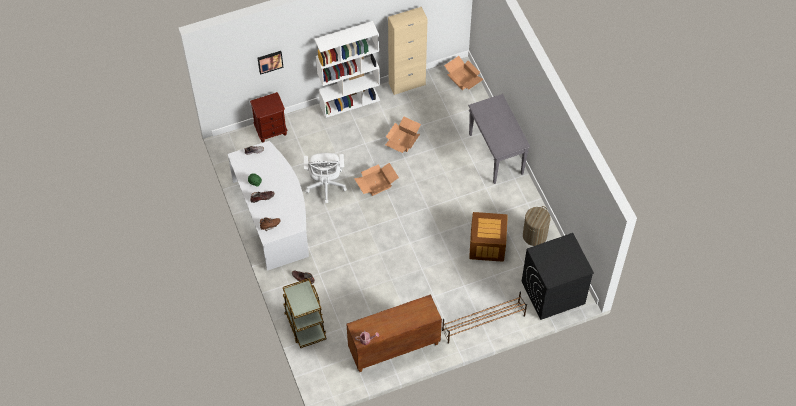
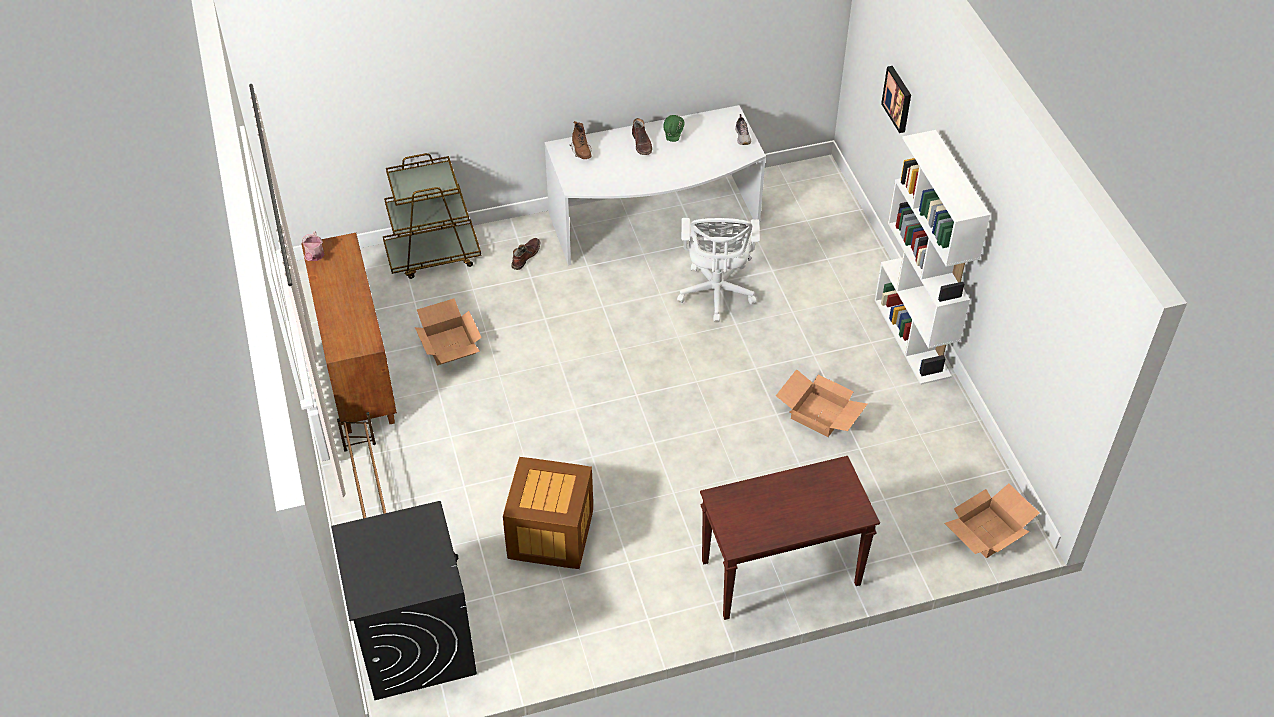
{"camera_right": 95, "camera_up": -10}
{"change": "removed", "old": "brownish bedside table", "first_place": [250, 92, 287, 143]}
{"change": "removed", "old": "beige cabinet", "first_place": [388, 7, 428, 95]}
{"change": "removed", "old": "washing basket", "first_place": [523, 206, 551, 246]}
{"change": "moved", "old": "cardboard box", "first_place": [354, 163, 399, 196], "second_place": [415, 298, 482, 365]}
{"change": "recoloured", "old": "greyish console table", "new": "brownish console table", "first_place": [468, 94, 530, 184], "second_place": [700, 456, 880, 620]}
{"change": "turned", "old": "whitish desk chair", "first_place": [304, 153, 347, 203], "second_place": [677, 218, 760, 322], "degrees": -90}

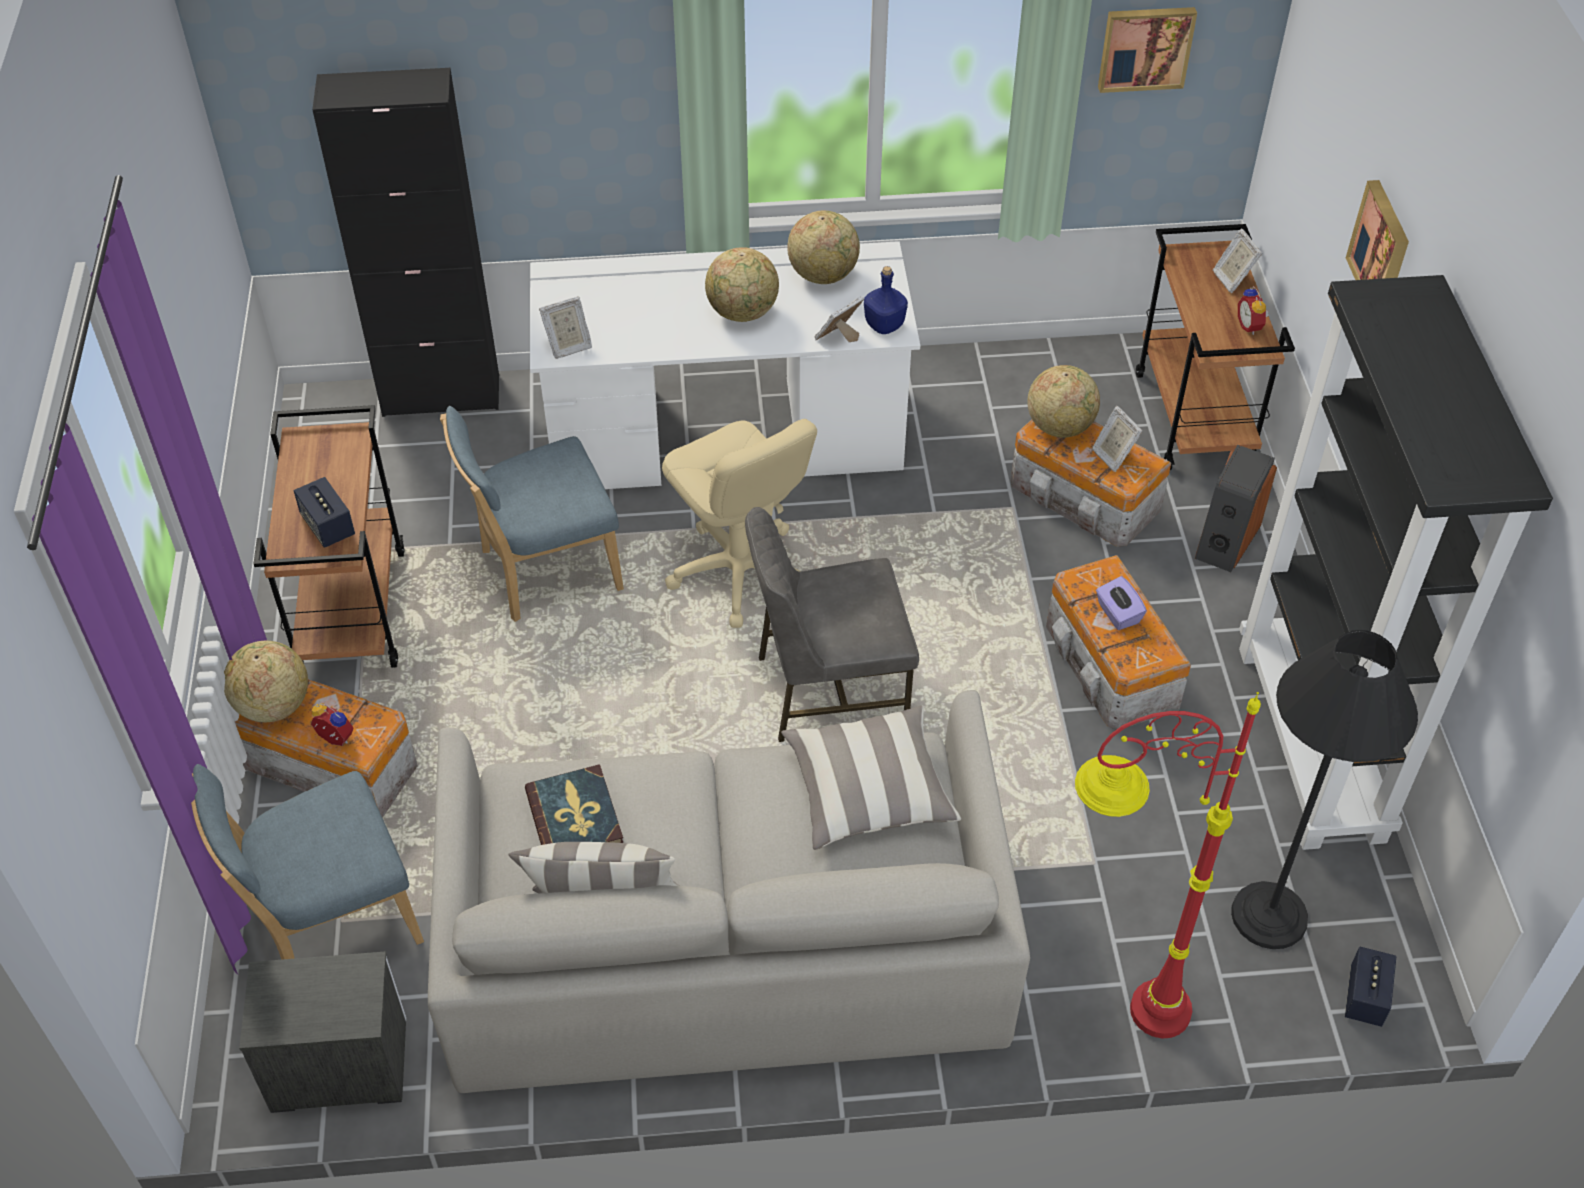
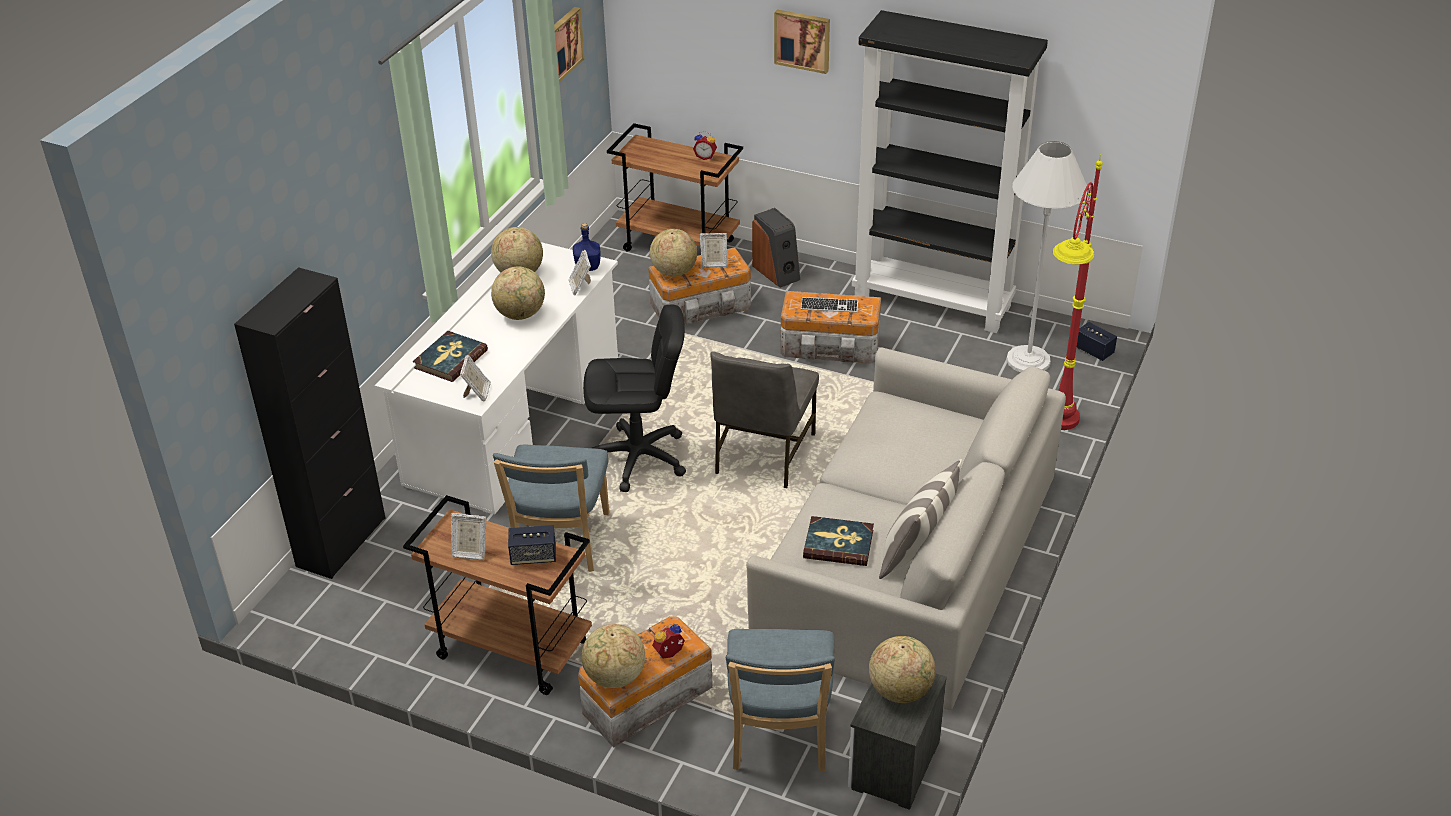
{"camera_right": -60, "camera_up": -10}
{"change": "removed", "old": "pillow", "first_place": [781, 706, 961, 850]}
{"change": "added", "new": "bound book", "second_place": [413, 331, 488, 382]}
{"change": "added", "new": "desk globe", "second_place": [869, 636, 936, 703]}
{"change": "moved", "old": "picture frame", "first_place": [1213, 229, 1262, 293], "second_place": [451, 513, 487, 560]}
{"change": "replaced", "old": "purple tissue holder", "new": "computer keyboard", "first_place": [1096, 576, 1147, 630], "second_place": [801, 297, 858, 312]}
{"change": "recoloured", "old": "beige desk chair", "new": "black-coloured desk chair", "first_place": [662, 419, 817, 628], "second_place": [583, 304, 686, 492]}
{"change": "recoloured", "old": "black-coloured floor lamp", "new": "whitish floor lamp", "first_place": [1231, 630, 1418, 949], "second_place": [1006, 141, 1088, 372]}

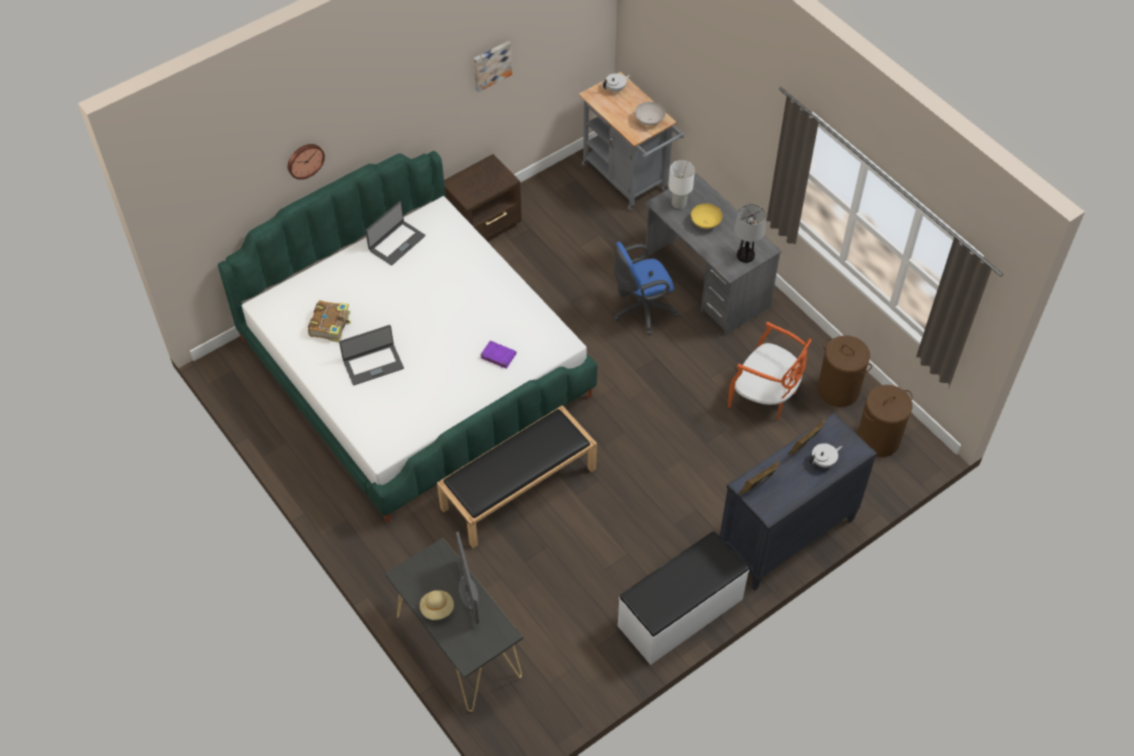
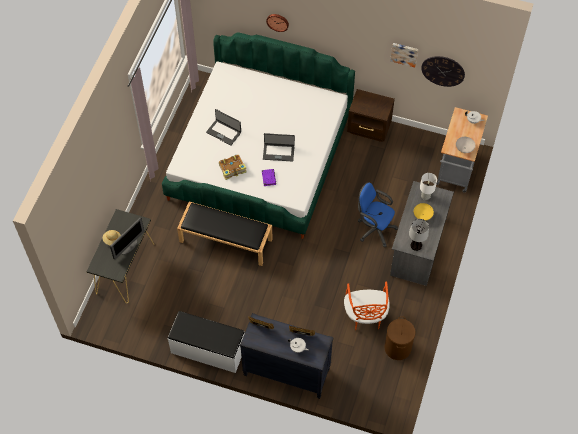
{"camera_right": 55, "camera_up": 5}
{"change": "removed", "old": "brownish washing basket", "first_place": [857, 385, 913, 457]}
{"change": "added", "new": "hanging clock", "second_place": [421, 56, 465, 87]}
{"change": "moved", "old": "bound book", "first_place": [308, 300, 351, 342], "second_place": [219, 155, 247, 180]}
{"change": "moved", "old": "laptop", "first_place": [365, 201, 425, 266], "second_place": [263, 133, 295, 161]}

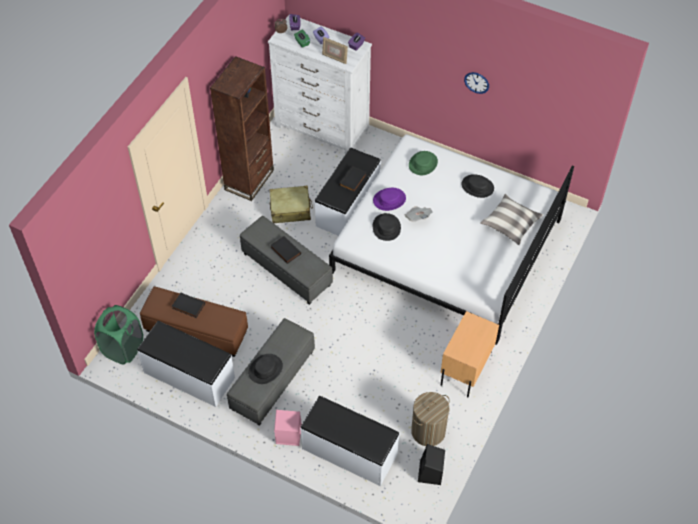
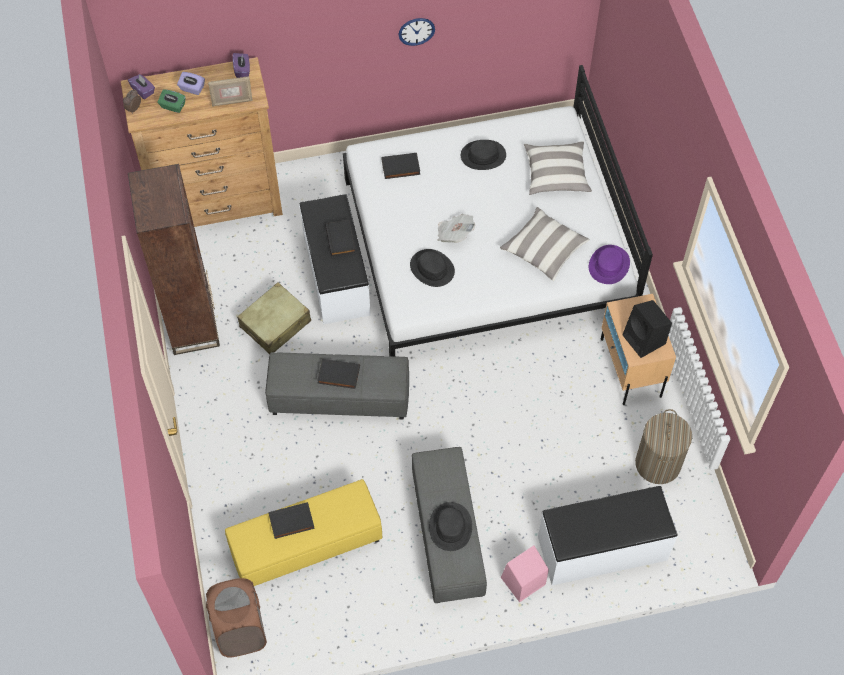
{"camera_right": -40, "camera_up": 5}
{"change": "removed", "old": "whitish bench", "first_place": [137, 321, 235, 407]}
{"change": "added", "new": "pillow", "second_place": [500, 207, 590, 281]}
{"change": "moved", "old": "purple hat", "first_place": [373, 188, 406, 211], "second_place": [589, 245, 630, 284]}
{"change": "moved", "old": "black-coloured speaker", "first_place": [418, 444, 445, 485], "second_place": [622, 300, 672, 358]}
{"change": "replaced", "old": "greenish hat", "new": "black-coloured bound book", "first_place": [409, 151, 438, 175], "second_place": [381, 153, 420, 179]}
{"change": "recoloured", "old": "greenish washing basket", "new": "brownish washing basket", "first_place": [94, 305, 143, 365], "second_place": [206, 578, 267, 658]}
{"change": "recoloured", "old": "brownish ottoman", "new": "yellow-coloured ottoman", "first_place": [140, 286, 248, 357], "second_place": [225, 479, 382, 586]}
{"change": "recoloured", "old": "whitish chest of drawers", "new": "brownish chest of drawers", "first_place": [268, 14, 372, 154], "second_place": [121, 57, 283, 227]}

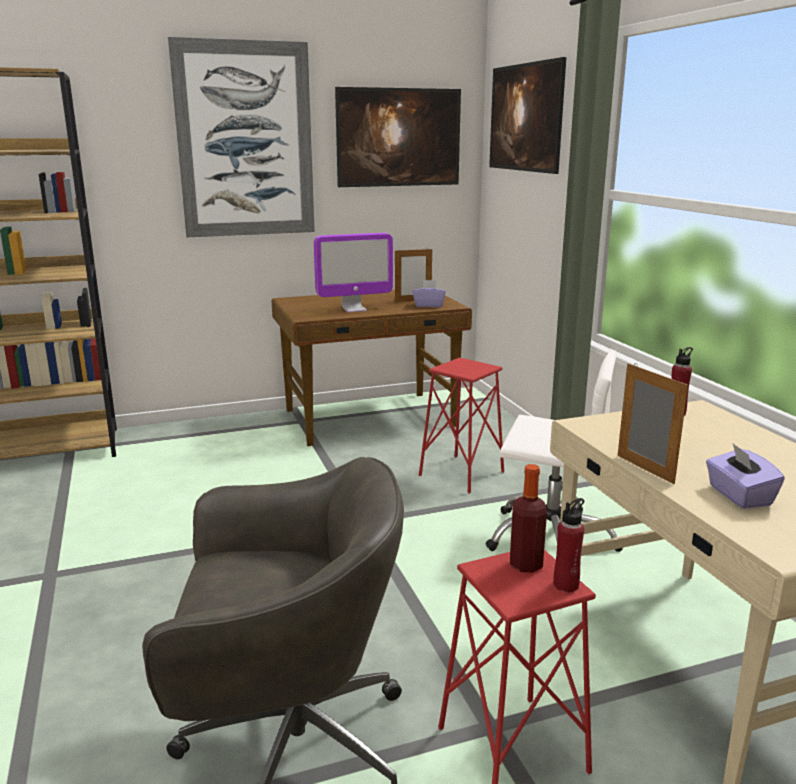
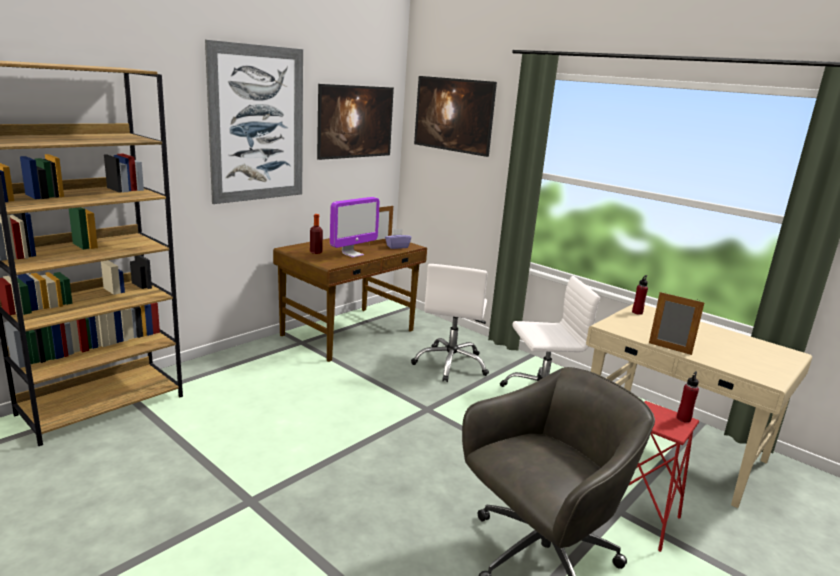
{"camera_right": -30, "camera_up": 0}
{"change": "removed", "old": "purple tissue holder", "first_place": [706, 443, 785, 509]}
{"change": "moved", "old": "drink bottle", "first_place": [510, 464, 547, 573], "second_place": [310, 214, 323, 254]}
{"change": "replaced", "old": "reddish stool seat", "new": "whitish desk chair", "first_place": [419, 358, 504, 494], "second_place": [411, 264, 489, 382]}

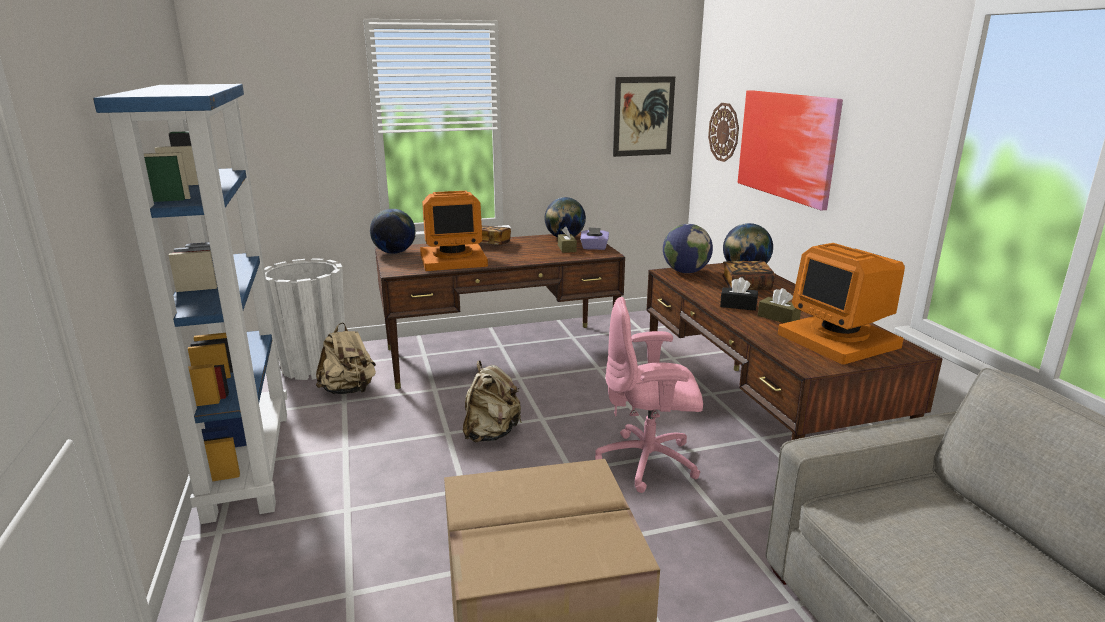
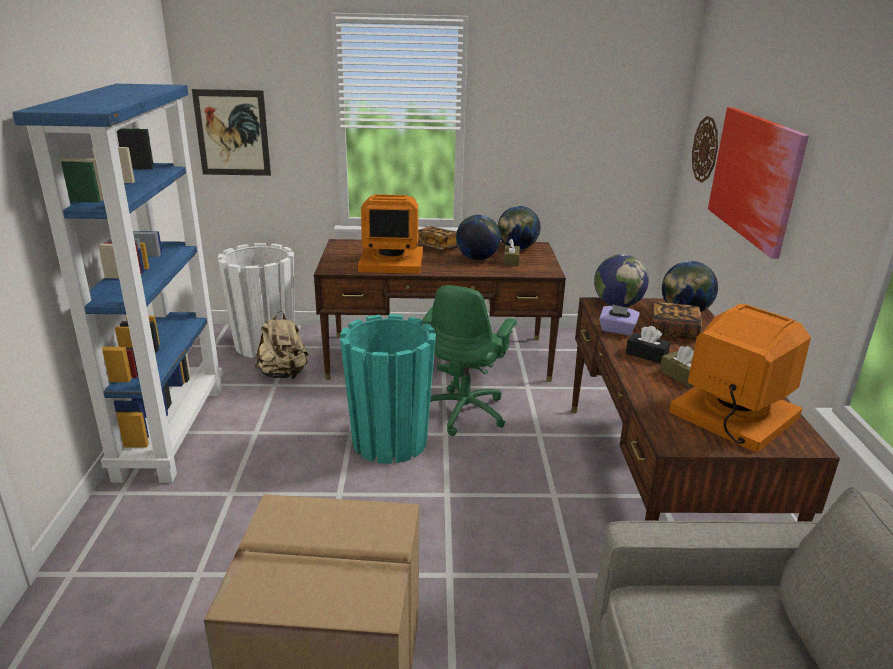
{"camera_right": 15, "camera_up": 5}
{"change": "removed", "old": "pink desk chair", "first_place": [595, 297, 703, 493]}
{"change": "added", "new": "greenish desk chair", "second_place": [422, 285, 517, 436]}
{"change": "moved", "old": "desk globe", "first_place": [370, 209, 415, 254], "second_place": [456, 215, 501, 260]}
{"change": "moved", "old": "purple tissue holder", "first_place": [580, 227, 609, 250], "second_place": [599, 304, 640, 336]}
{"change": "moved", "old": "wall art", "first_place": [613, 76, 675, 157], "second_place": [192, 89, 271, 176]}
{"change": "replaced", "old": "beige rucksack", "new": "turquoise plant pot", "first_place": [463, 360, 522, 442], "second_place": [340, 314, 436, 464]}
{"change": "turned", "old": "computer display", "first_place": [778, 243, 905, 364], "second_place": [669, 303, 811, 452], "degrees": 150}

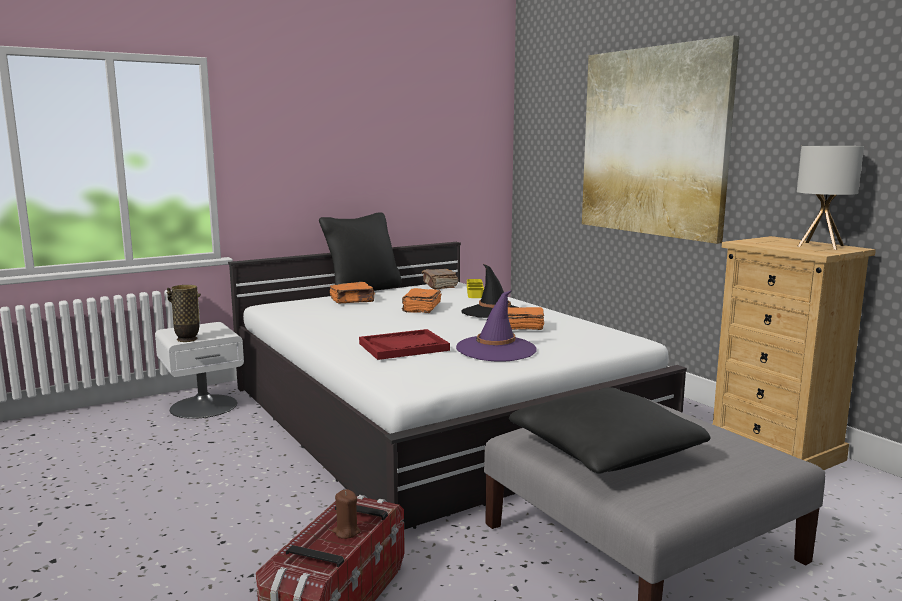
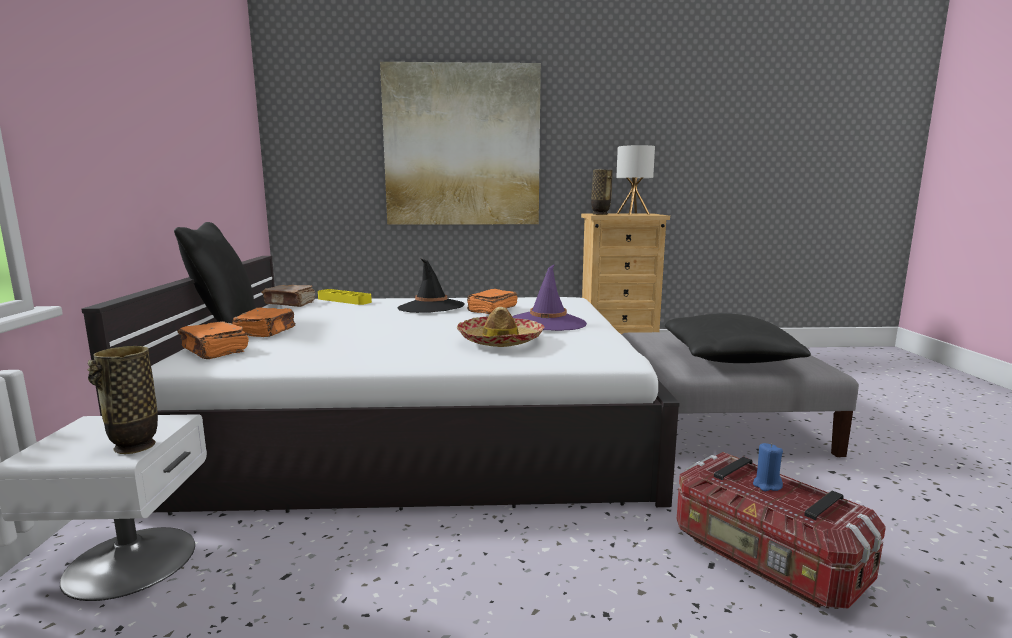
{"camera_right": -60, "camera_up": 0}
{"change": "added", "new": "decorative vase", "second_place": [591, 170, 613, 215]}
{"change": "moved", "old": "orangey bound book", "first_place": [402, 288, 441, 313], "second_place": [177, 321, 249, 359]}
{"change": "replaced", "old": "reddish tray", "new": "hat", "first_place": [359, 329, 450, 360], "second_place": [457, 307, 544, 347]}
{"change": "recoloured", "old": "brownish candle", "new": "blue-coloured candle", "first_place": [332, 489, 361, 539], "second_place": [753, 443, 783, 491]}

